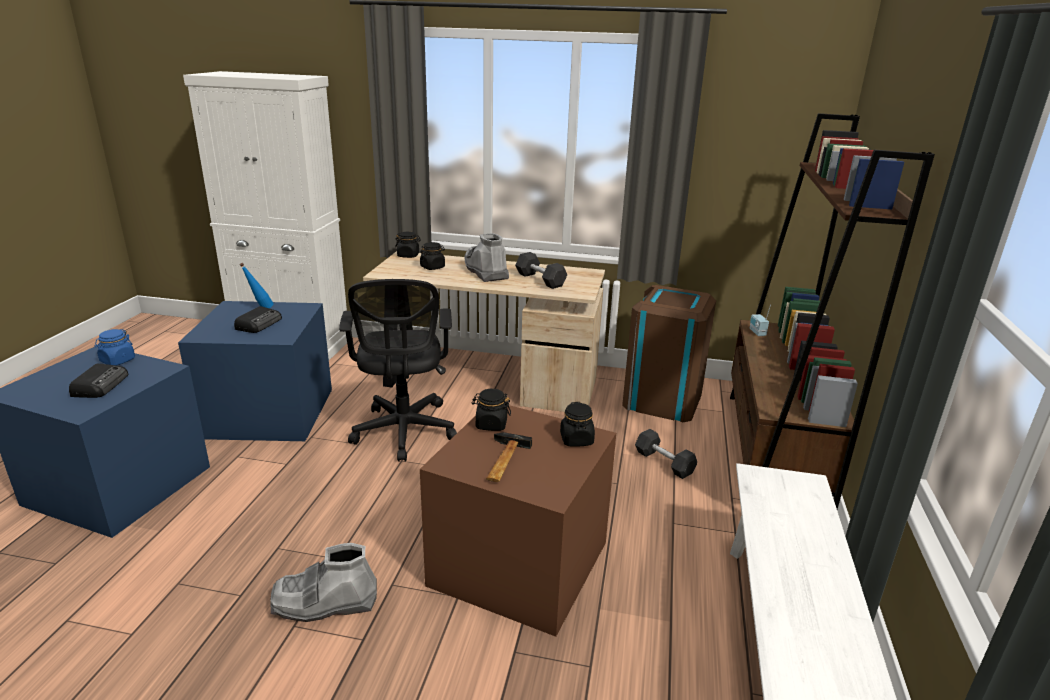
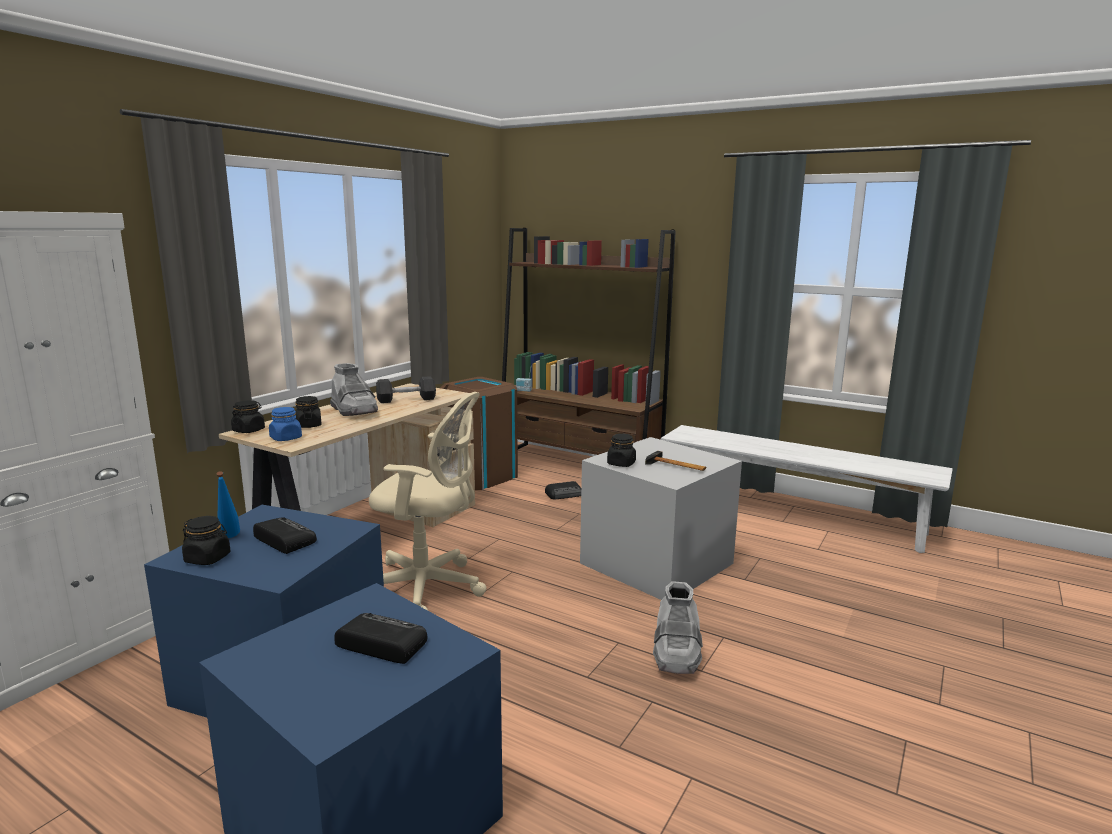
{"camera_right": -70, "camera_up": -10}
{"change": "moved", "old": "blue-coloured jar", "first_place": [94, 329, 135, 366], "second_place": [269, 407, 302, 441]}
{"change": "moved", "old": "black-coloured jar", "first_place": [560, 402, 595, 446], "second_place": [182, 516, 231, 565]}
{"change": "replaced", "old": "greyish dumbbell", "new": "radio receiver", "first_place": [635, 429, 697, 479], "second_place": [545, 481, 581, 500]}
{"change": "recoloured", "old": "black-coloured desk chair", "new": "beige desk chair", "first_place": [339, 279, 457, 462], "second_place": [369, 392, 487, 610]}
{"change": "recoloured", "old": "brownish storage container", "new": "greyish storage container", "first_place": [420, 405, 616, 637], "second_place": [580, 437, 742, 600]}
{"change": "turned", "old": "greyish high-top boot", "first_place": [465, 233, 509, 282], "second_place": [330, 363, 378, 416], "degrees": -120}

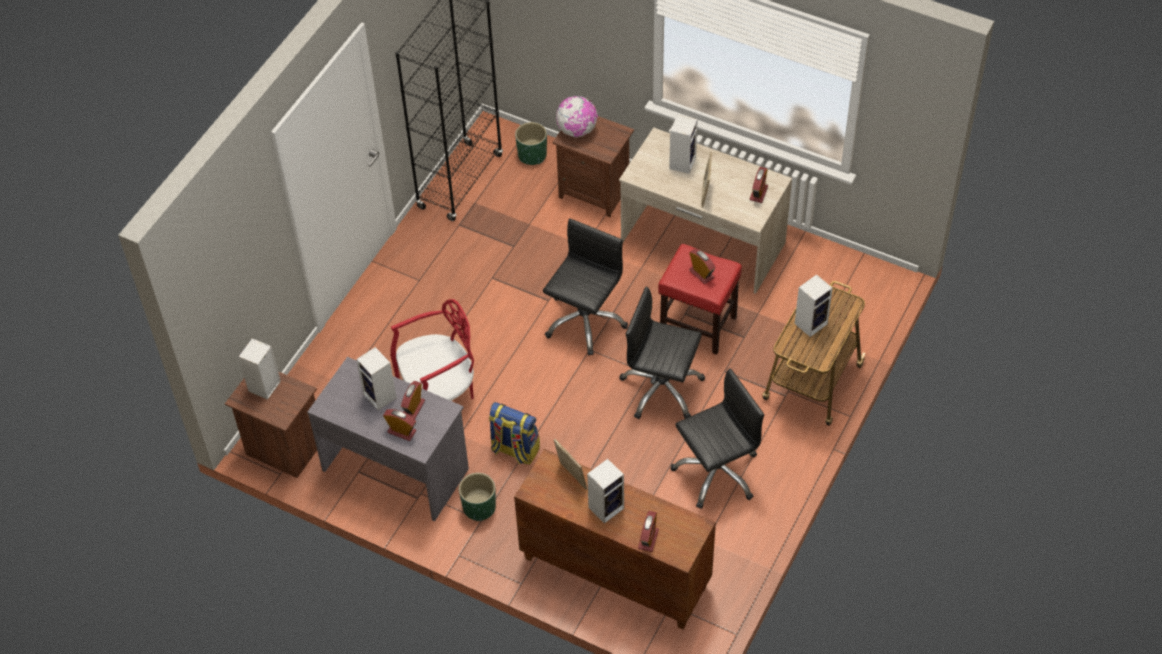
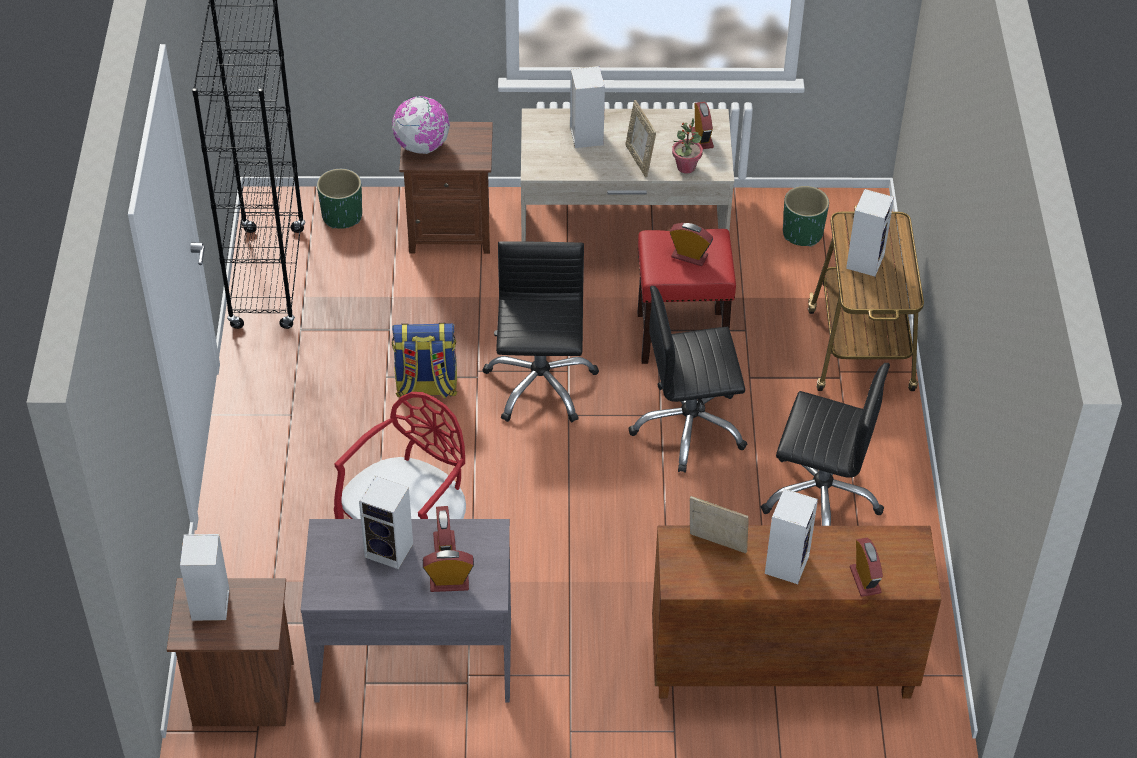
{"camera_right": -30, "camera_up": -5}
{"change": "added", "new": "houseplant", "second_place": [672, 118, 703, 174]}
{"change": "moved", "old": "greenish plant pot", "first_place": [459, 473, 496, 521], "second_place": [783, 186, 829, 247]}
{"change": "moved", "old": "rucksack", "first_place": [489, 402, 540, 464], "second_place": [392, 323, 458, 400]}
{"change": "turned", "old": "black-coloured desk chair", "first_place": [671, 368, 764, 509], "second_place": [761, 363, 890, 526], "degrees": 75}

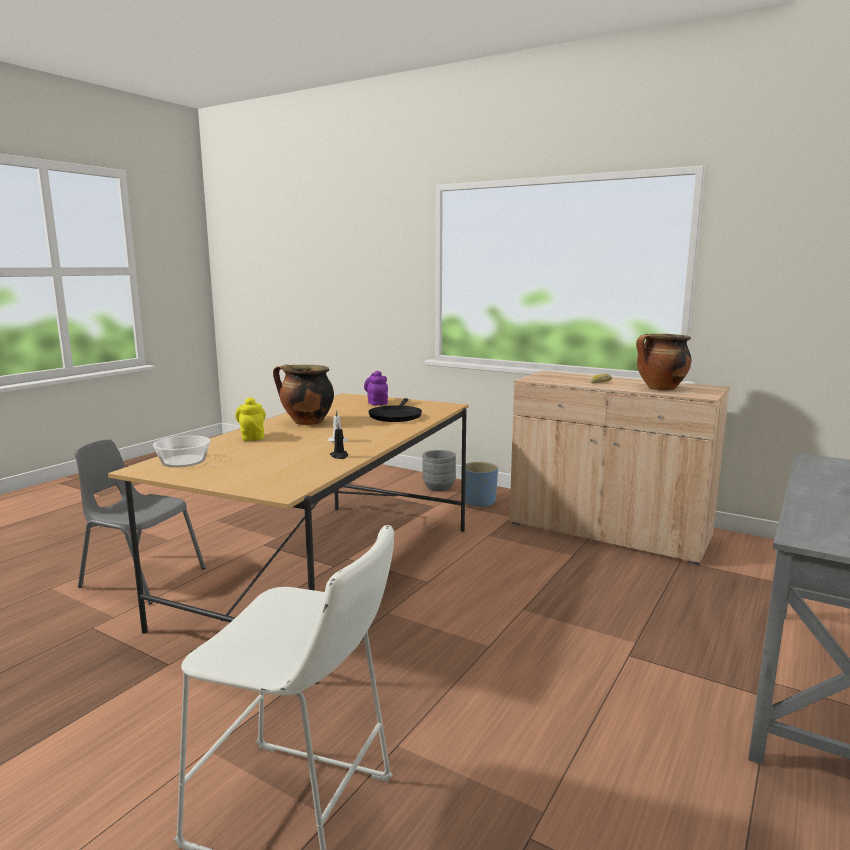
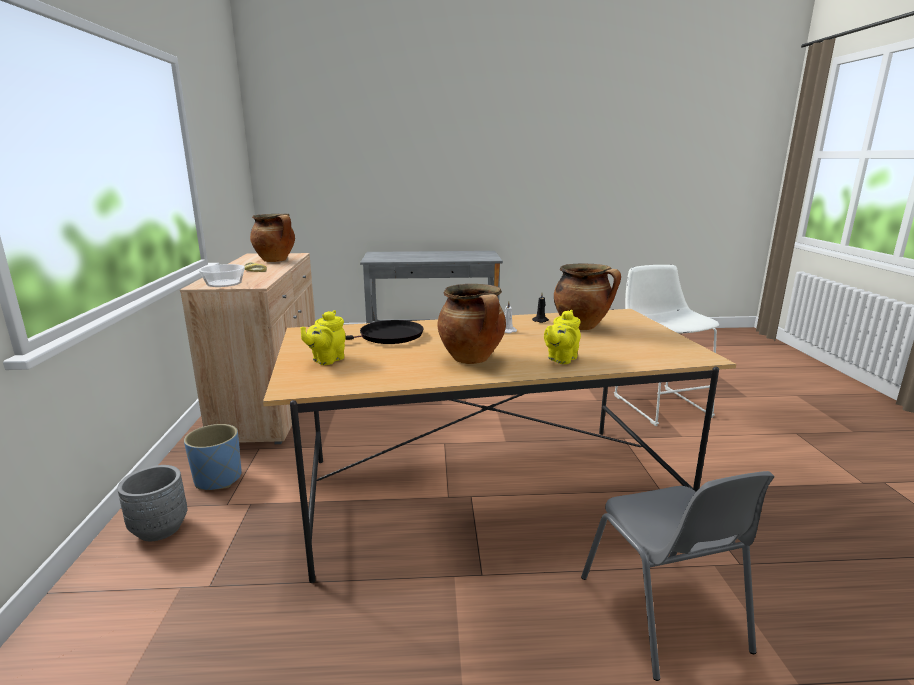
{"camera_right": -125, "camera_up": 5}
{"change": "added", "new": "cooking pot", "second_place": [554, 264, 621, 330]}
{"change": "moved", "old": "bowl", "first_place": [153, 435, 210, 467], "second_place": [199, 264, 245, 287]}
{"change": "recoloured", "old": "purple tea pot", "new": "yellow-coloured tea pot", "first_place": [364, 371, 388, 406], "second_place": [300, 310, 346, 365]}

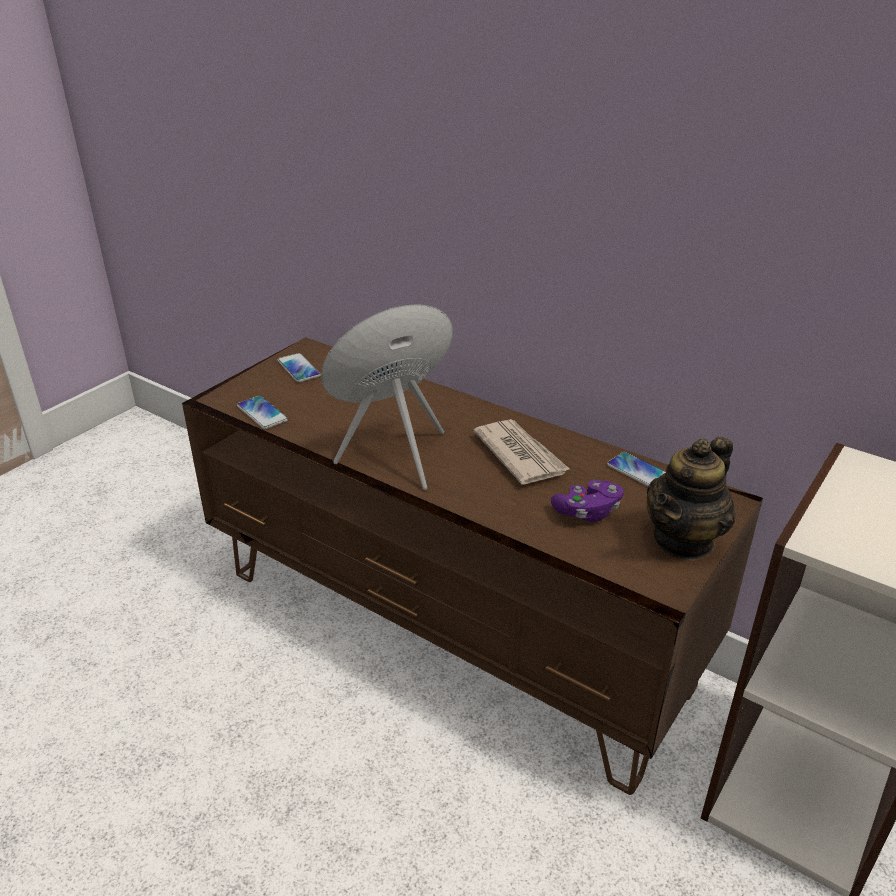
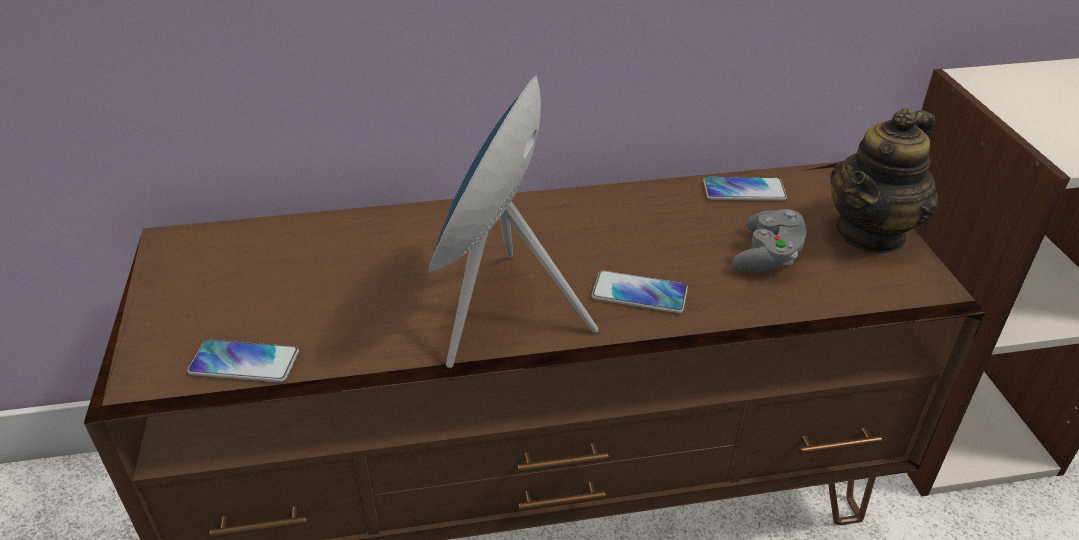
{"camera_right": -45, "camera_up": 5}
{"change": "removed", "old": "newspaper", "first_place": [473, 419, 569, 485]}
{"change": "moved", "old": "phone", "first_place": [277, 353, 321, 382], "second_place": [591, 270, 688, 313]}
{"change": "recoloured", "old": "purple game controller", "new": "greyish game controller", "first_place": [551, 480, 624, 522], "second_place": [732, 209, 807, 273]}
{"change": "turned", "old": "tea pot", "first_place": [647, 436, 735, 561], "second_place": [830, 108, 938, 256], "degrees": 45}

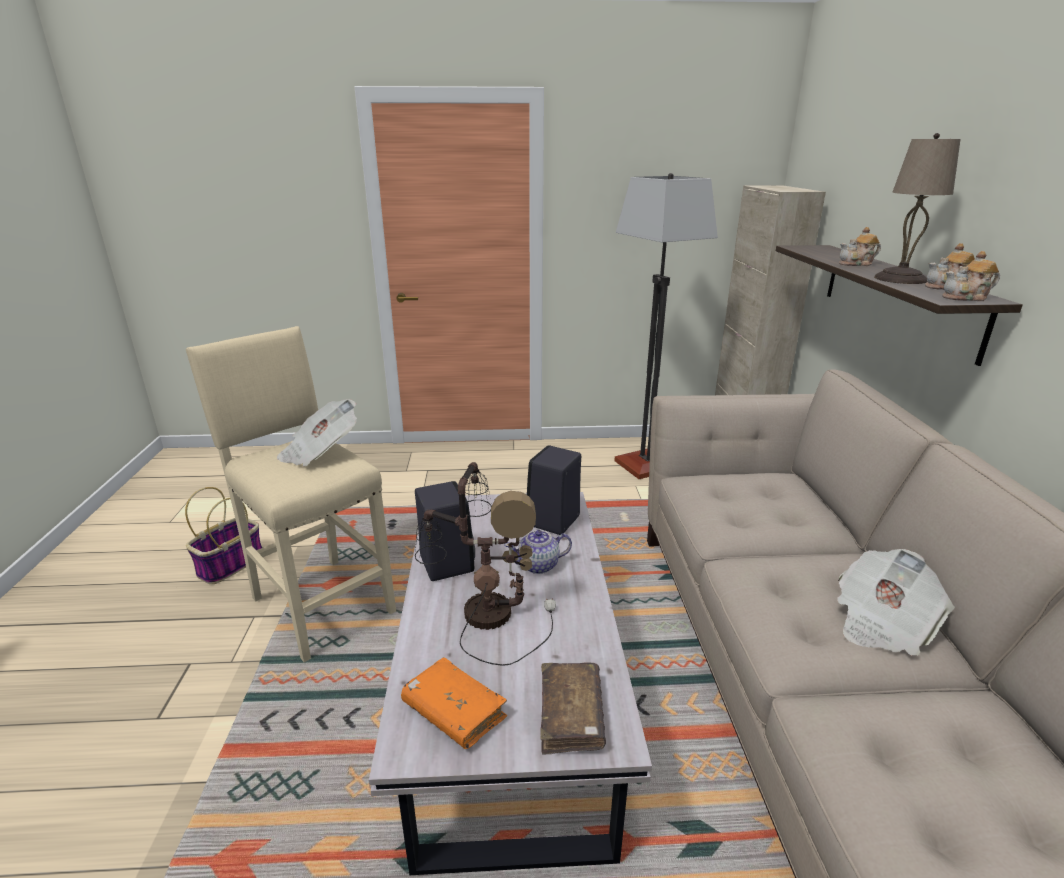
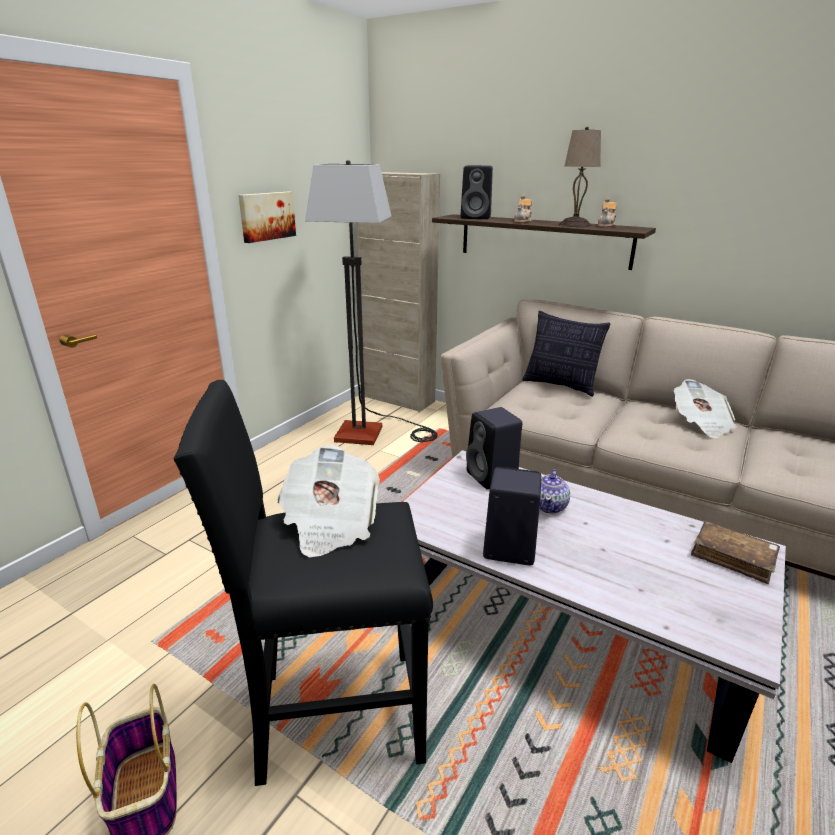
{"camera_right": -55, "camera_up": 0}
{"change": "removed", "old": "orangey bound book", "first_place": [401, 657, 507, 749]}
{"change": "removed", "old": "tabletop lamp", "first_place": [415, 462, 556, 666]}
{"change": "removed", "old": "tea pot", "first_place": [942, 251, 1000, 301]}
{"change": "added", "new": "wall art", "second_place": [238, 192, 296, 243]}
{"change": "added", "new": "black-coloured speaker", "second_place": [461, 165, 493, 219]}
{"change": "added", "new": "pillow", "second_place": [523, 311, 610, 397]}
{"change": "recoloured", "old": "beige stool seat", "new": "black-coloured stool seat", "first_place": [186, 326, 396, 662], "second_place": [174, 380, 433, 786]}

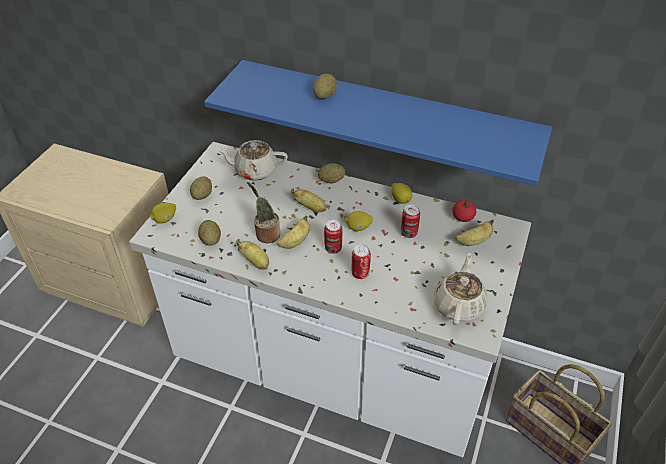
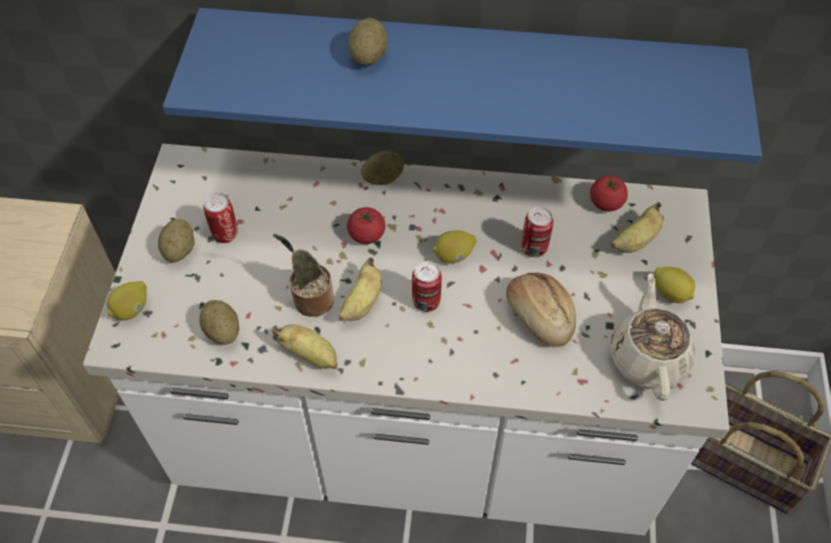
{"camera_right": -15, "camera_up": 10}
{"change": "removed", "old": "beige tea pot", "first_place": [216, 140, 288, 181]}
{"change": "added", "new": "bakery bread", "second_place": [506, 273, 576, 347]}
{"change": "moved", "old": "metal can", "first_place": [352, 245, 371, 279], "second_place": [203, 193, 238, 243]}
{"change": "moved", "old": "whole lemon", "first_place": [392, 183, 412, 204], "second_place": [654, 267, 695, 303]}
{"change": "replaced", "old": "banana fruit", "new": "fresh tomato", "first_place": [291, 188, 326, 212], "second_place": [347, 207, 385, 244]}

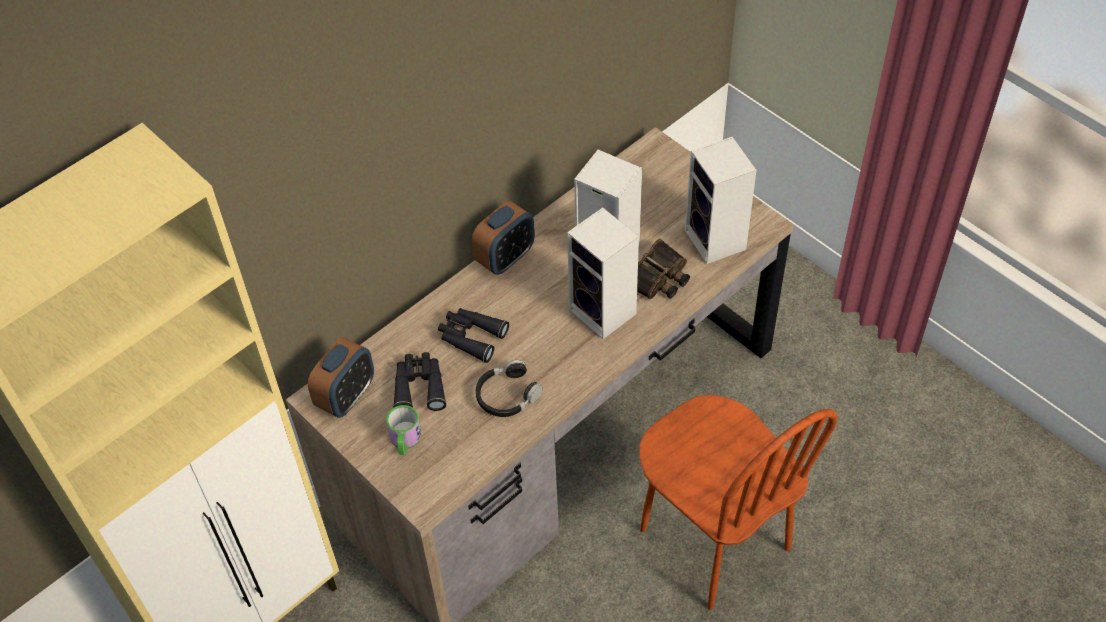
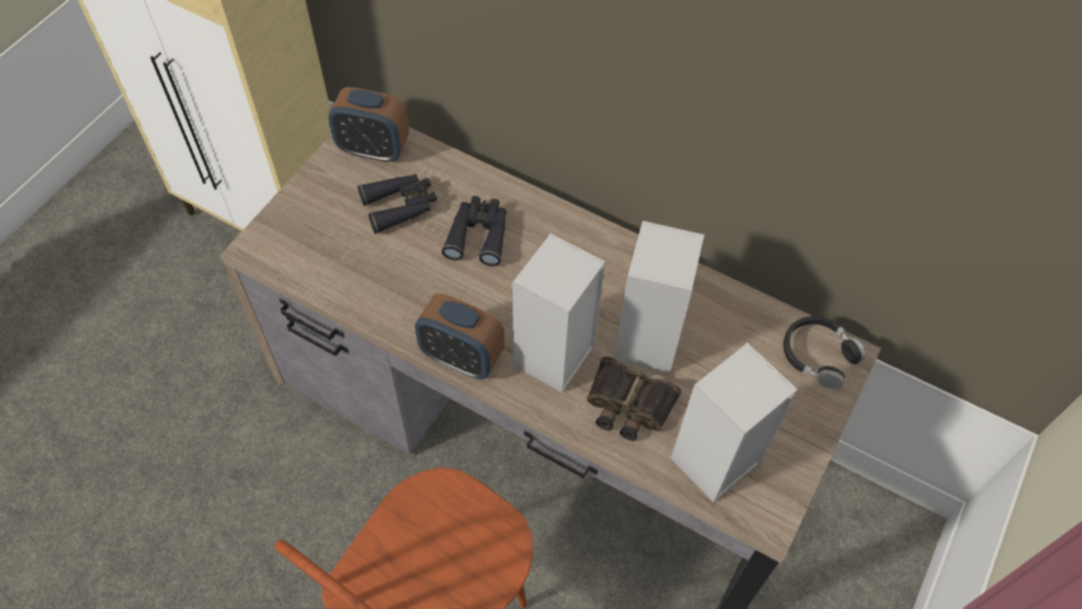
{"camera_right": 70, "camera_up": 5}
{"change": "removed", "old": "tea mug", "first_place": [386, 405, 422, 455]}
{"change": "moved", "old": "alarm clock", "first_place": [472, 201, 535, 275], "second_place": [415, 293, 505, 379]}
{"change": "moved", "old": "black-coloured pair of headphones", "first_place": [476, 360, 543, 417], "second_place": [783, 316, 866, 389]}

